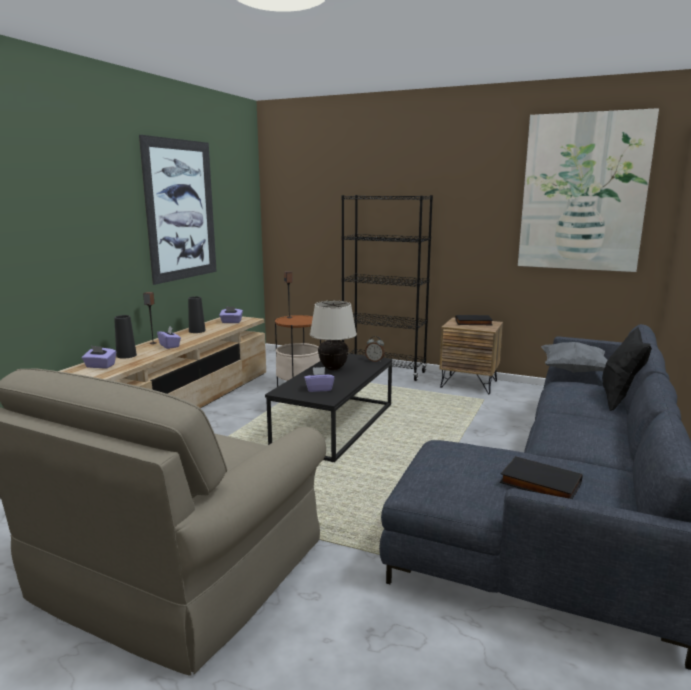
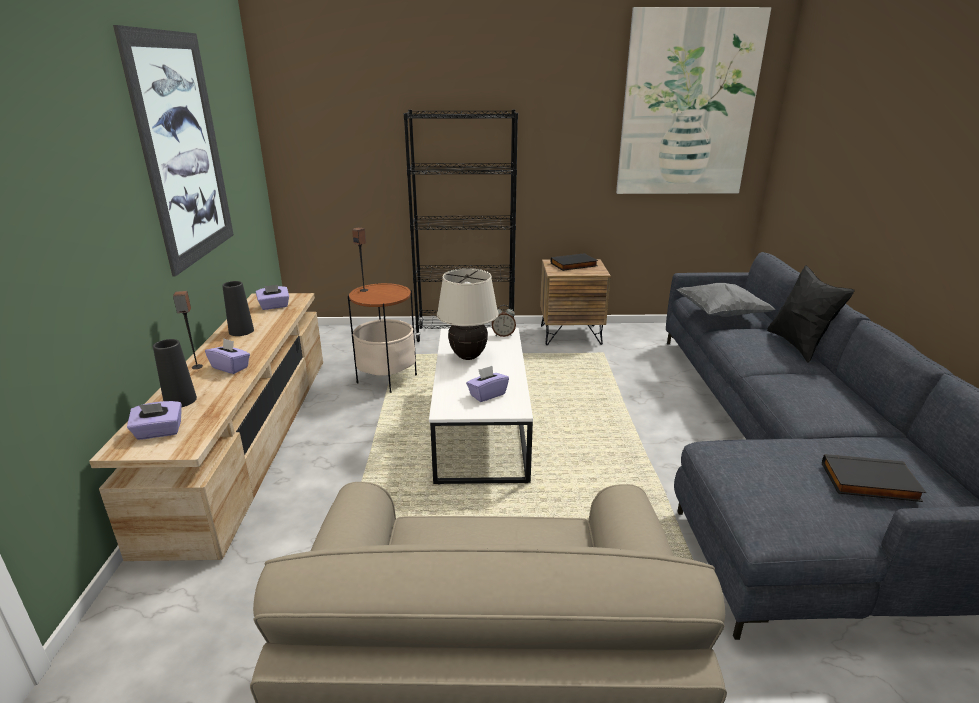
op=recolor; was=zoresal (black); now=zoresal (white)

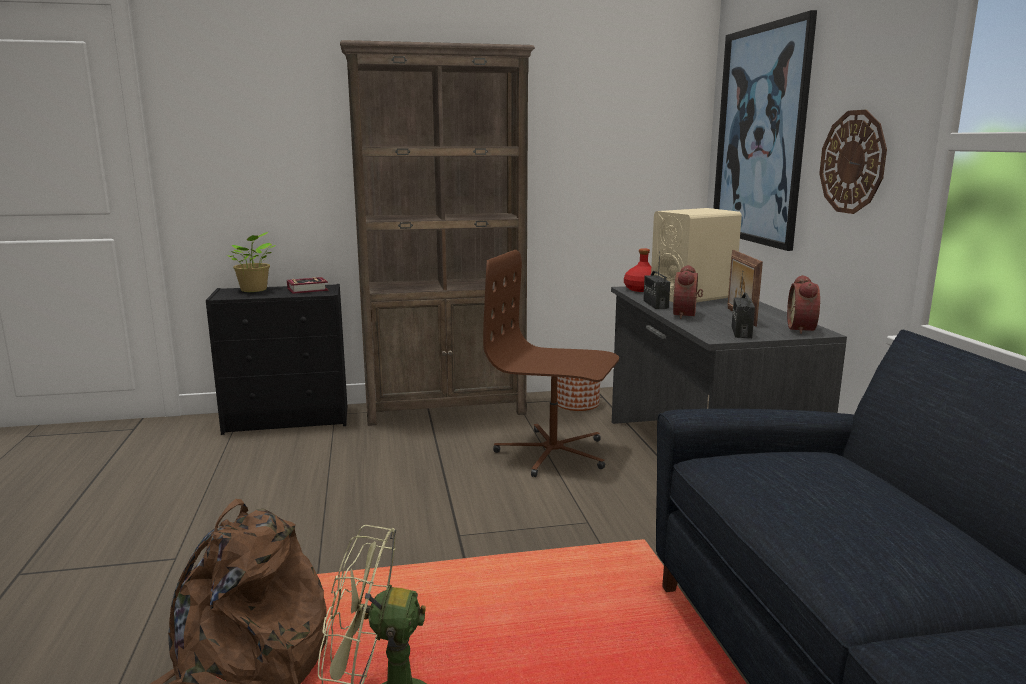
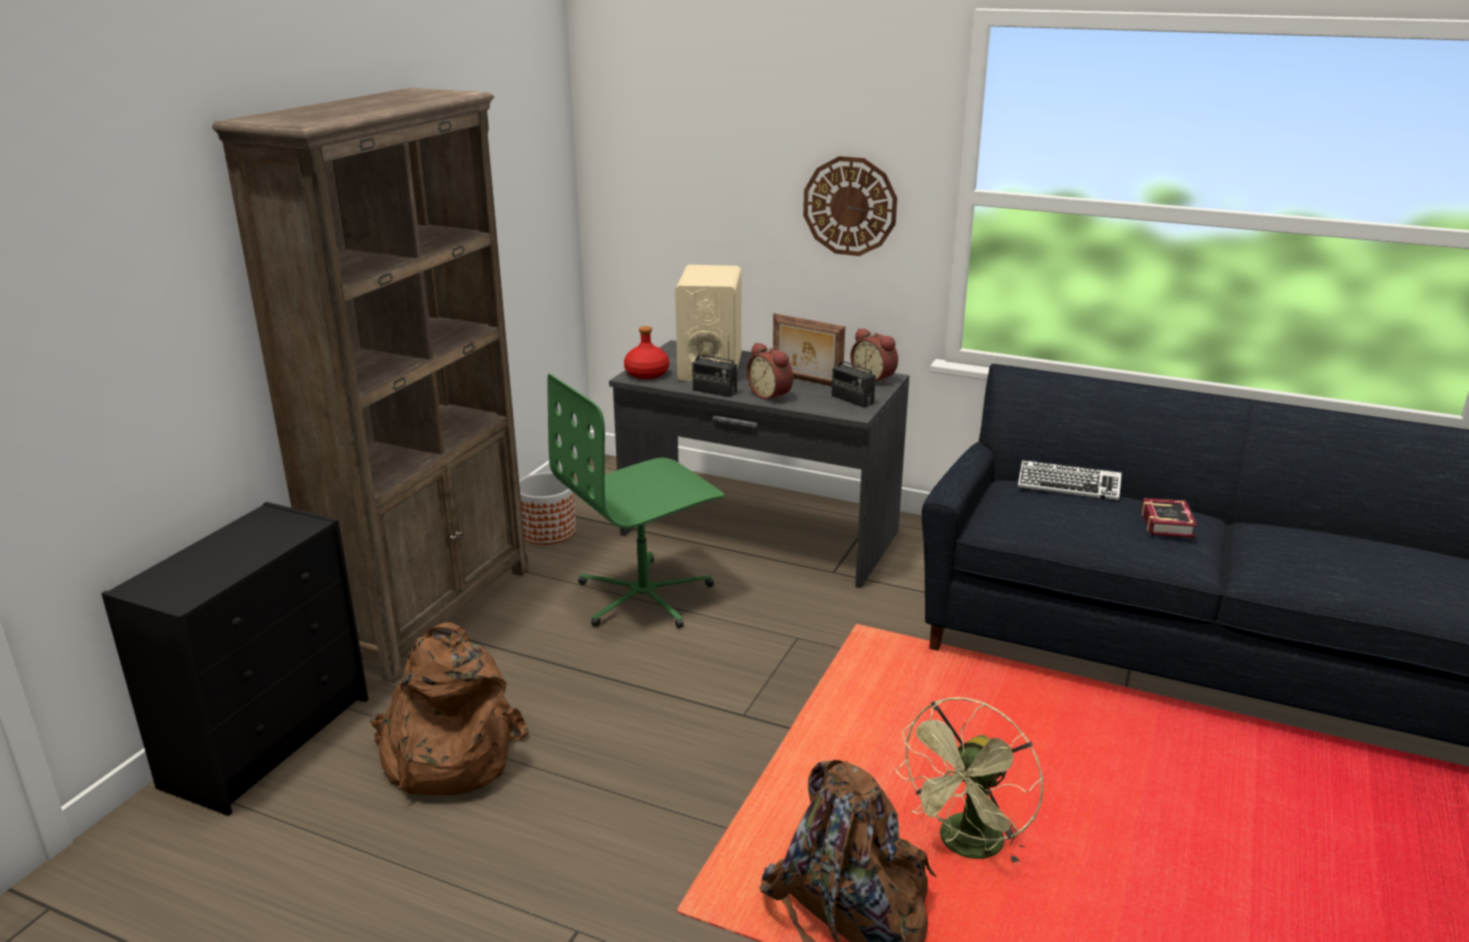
op=insert; now=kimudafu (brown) (1st from left)
op=recolor; was=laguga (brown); now=laguga (green)
op=insert; now=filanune
op=move; was=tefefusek
op=delete; was=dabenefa
op=delete; was=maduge

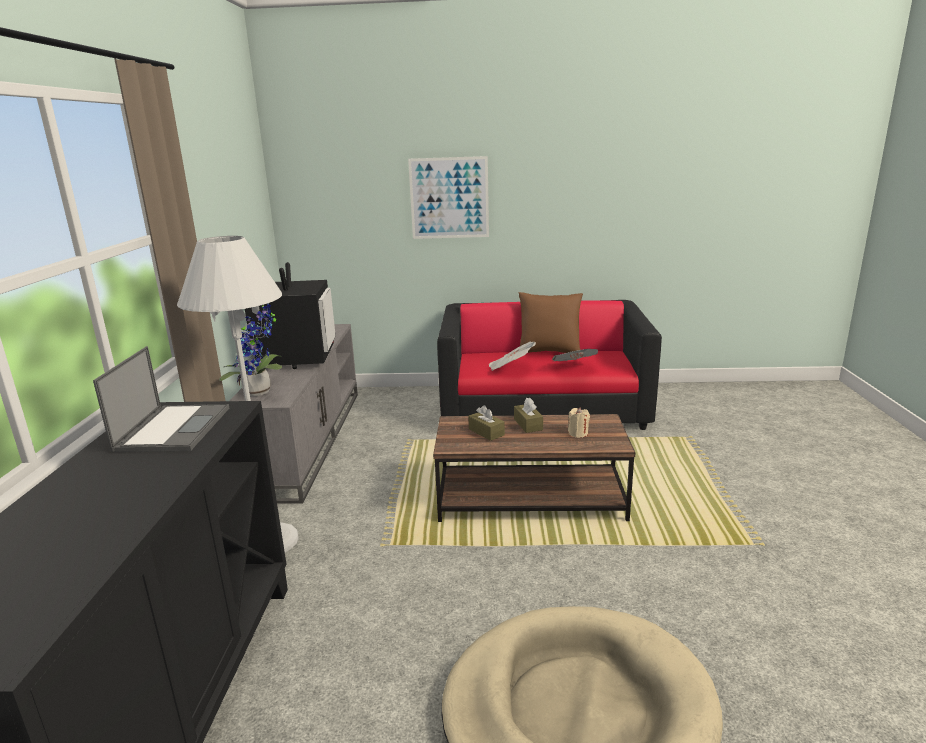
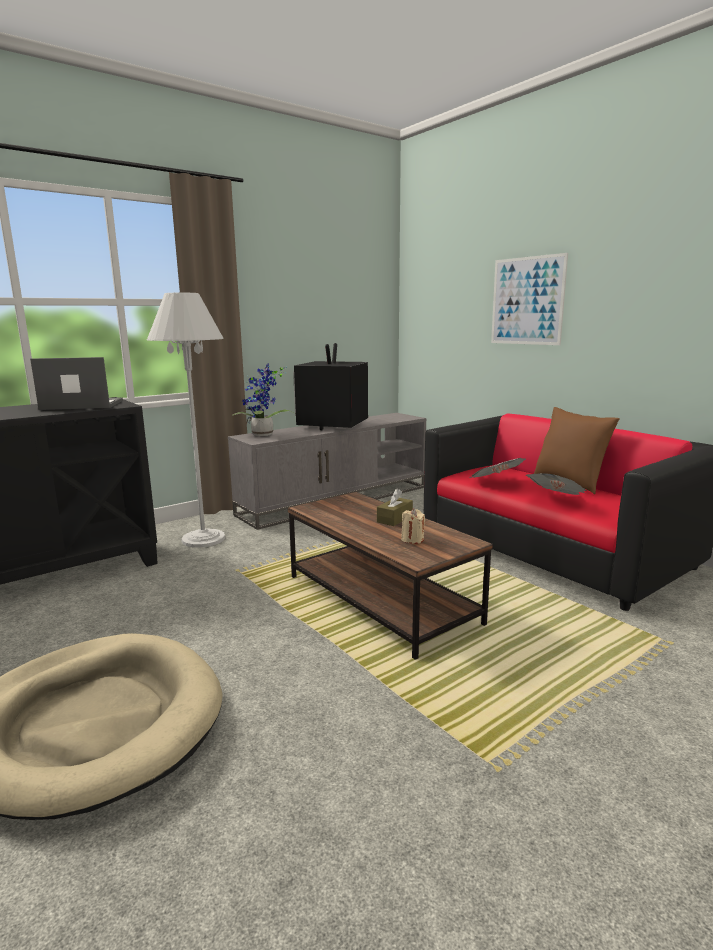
op=rotate; was=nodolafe; clockwise=-150
op=rotate; was=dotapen; clockwise=150
op=delete; was=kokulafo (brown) (1st from left)

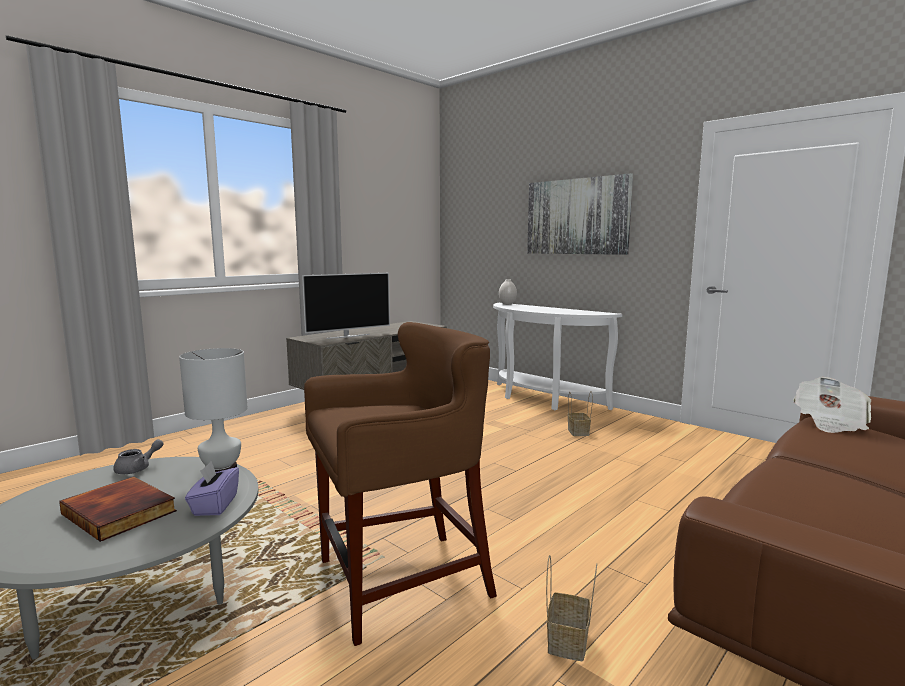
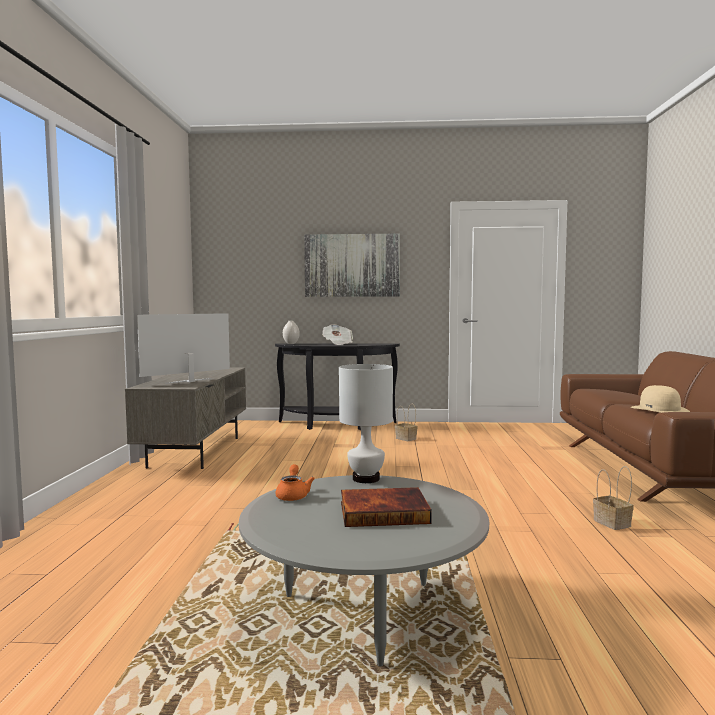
op=rotate; was=dotapen; clockwise=-150
op=recolor; was=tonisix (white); now=tonisix (black)
op=recolor; was=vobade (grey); now=vobade (orange)
op=move; was=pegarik
op=insert; now=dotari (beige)
op=delete; was=kokulafo (purple)
op=delete; was=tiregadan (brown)

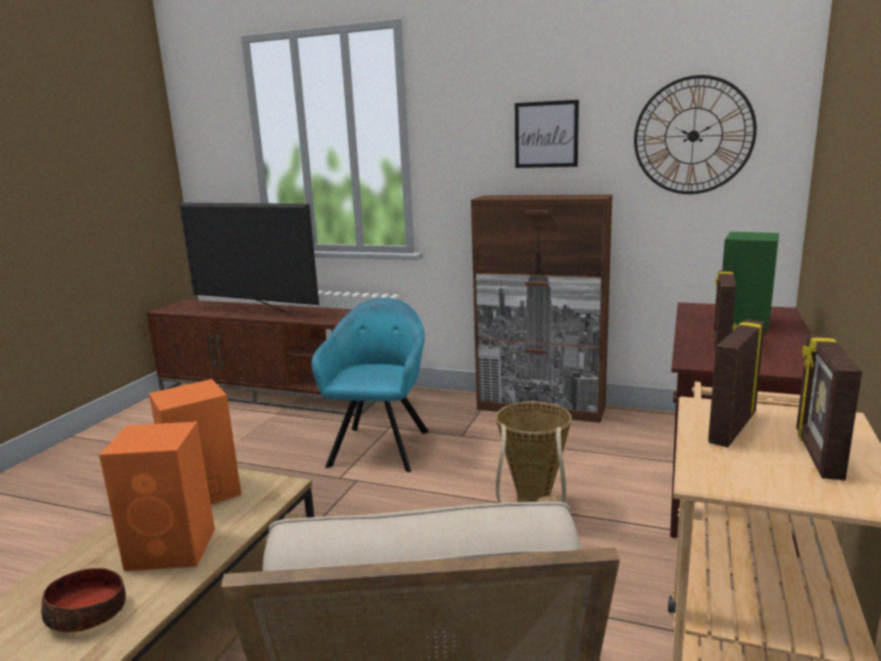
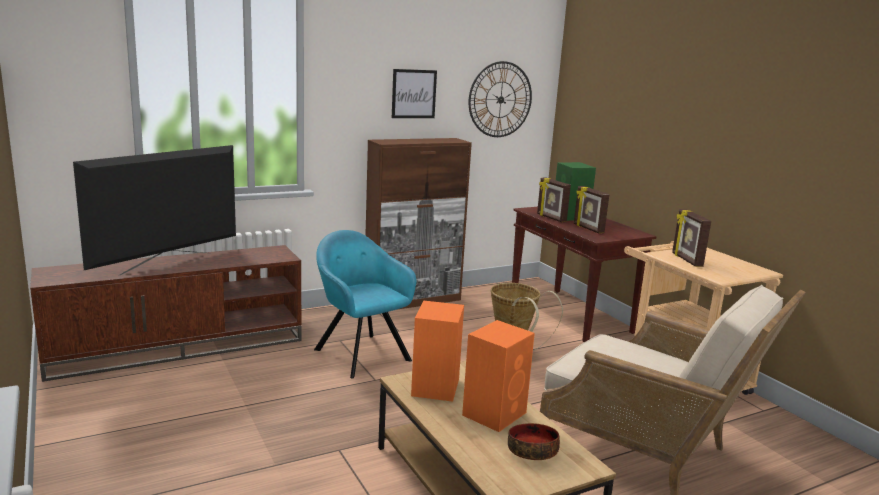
op=rotate; was=dotapen; clockwise=150
op=move; was=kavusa (3rd from left in the first image); now=kavusa (1st from left)

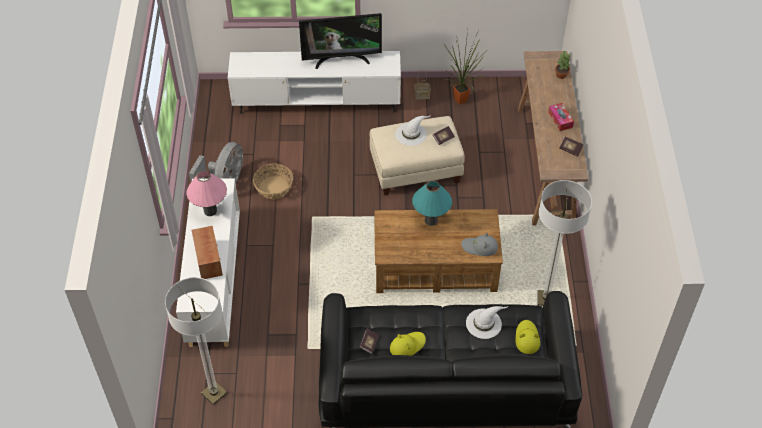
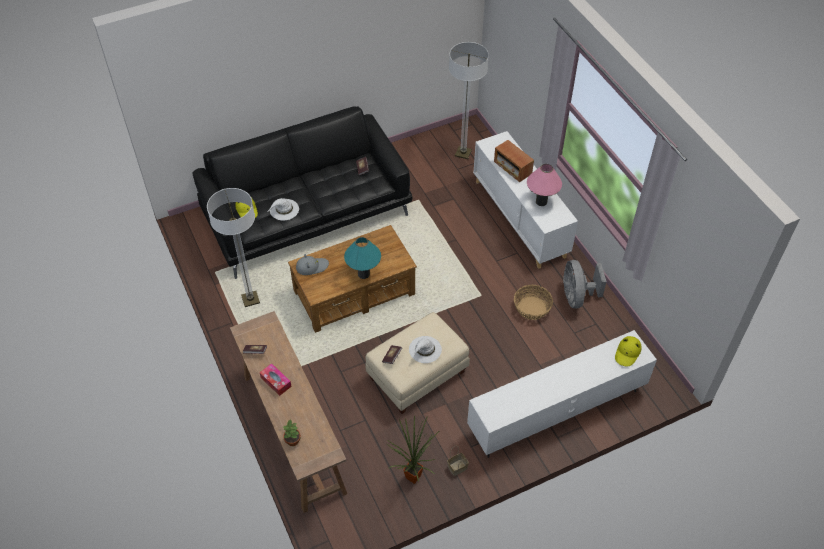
op=move; was=dotari (yellow) (1st from left in the first image); now=dotari (yellow) (2nd from left)
op=delete; was=dotapen

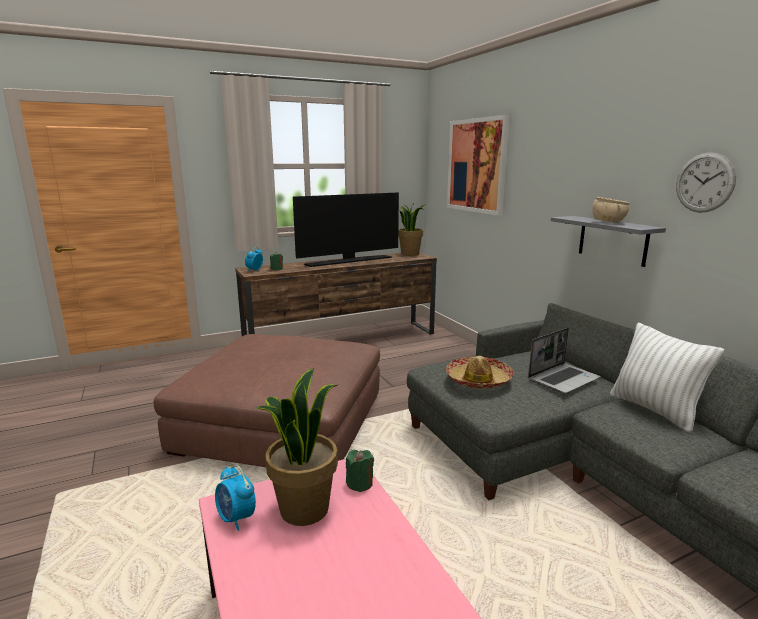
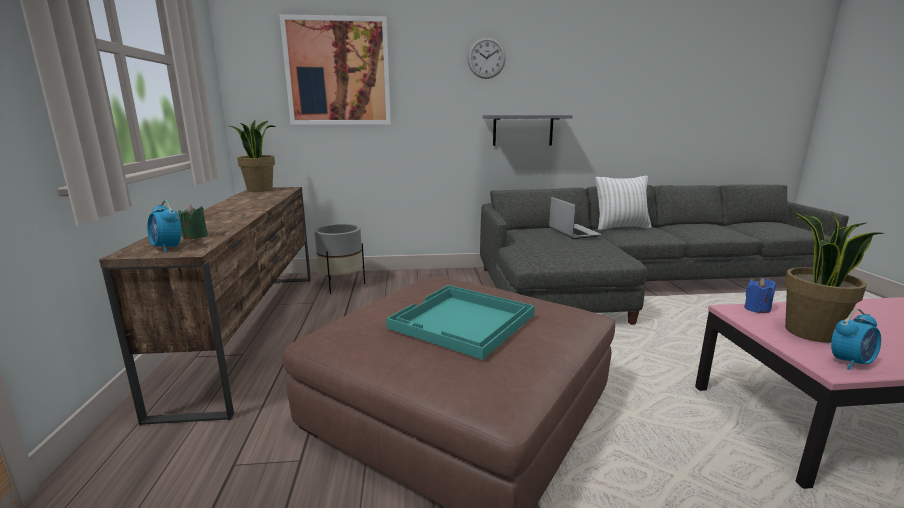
op=insert; now=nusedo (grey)
op=insert; now=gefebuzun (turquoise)
op=move; was=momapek
op=recolor; was=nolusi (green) (2nd from left); now=nolusi (blue)
op=delete; was=dotapen
op=delete; was=dotari
op=delete; was=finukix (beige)

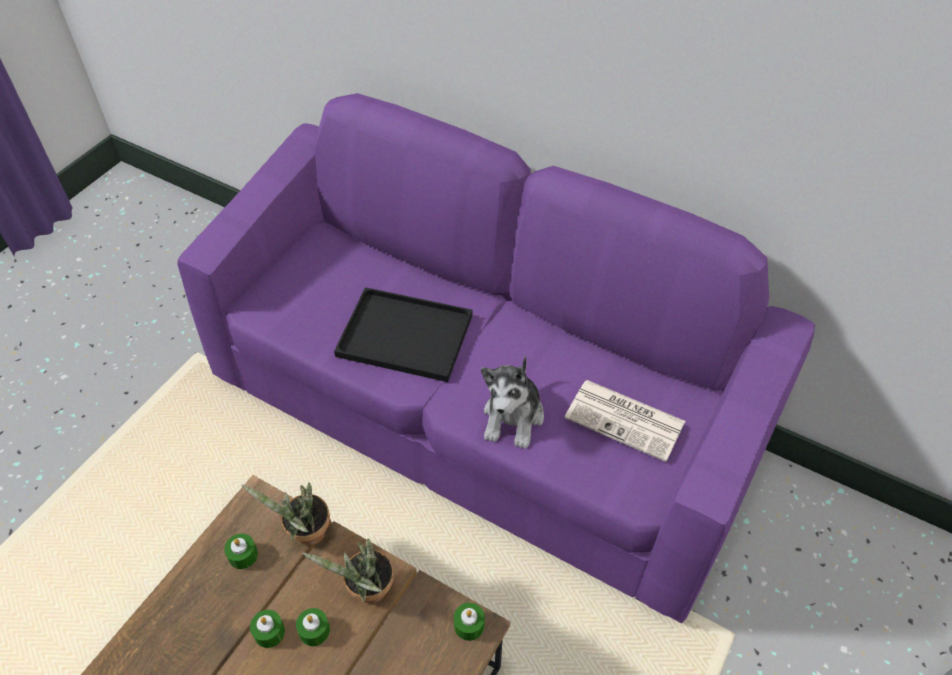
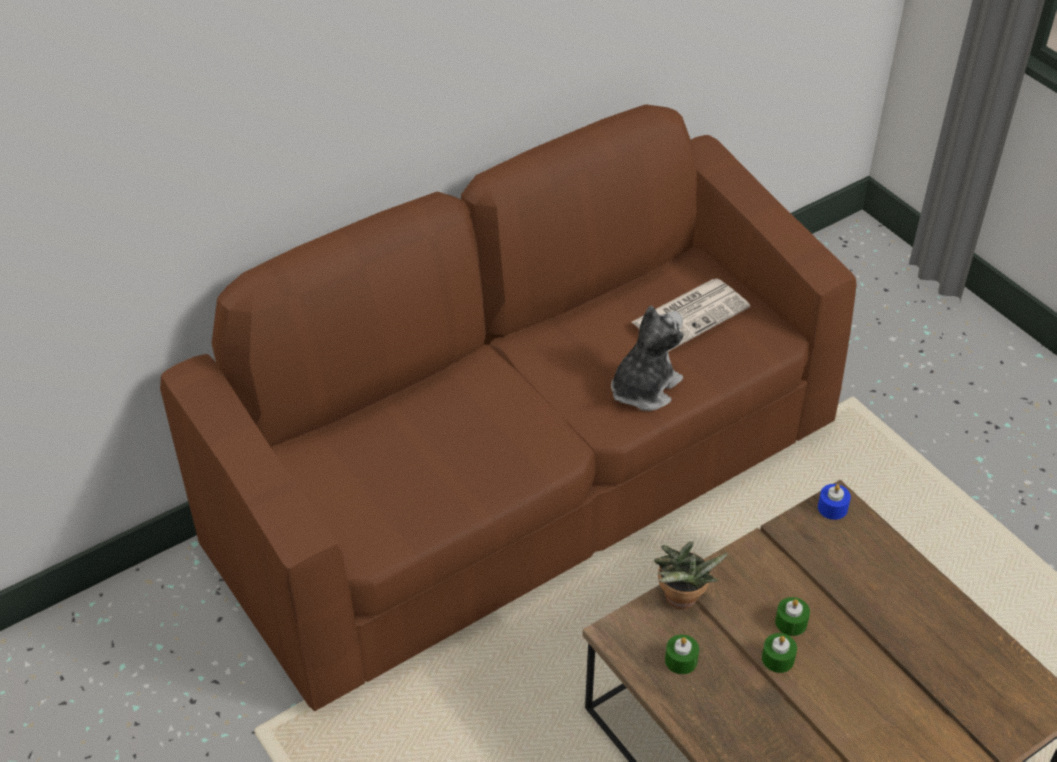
op=recolor; was=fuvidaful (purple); now=fuvidaful (brown)
op=rotate; was=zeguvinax; clockwise=-90
op=recolor; was=nolusi (green) (4th from left); now=nolusi (blue)
op=delete; was=dabenefa (2nd from left)
op=delete; was=gefebuzun (black)

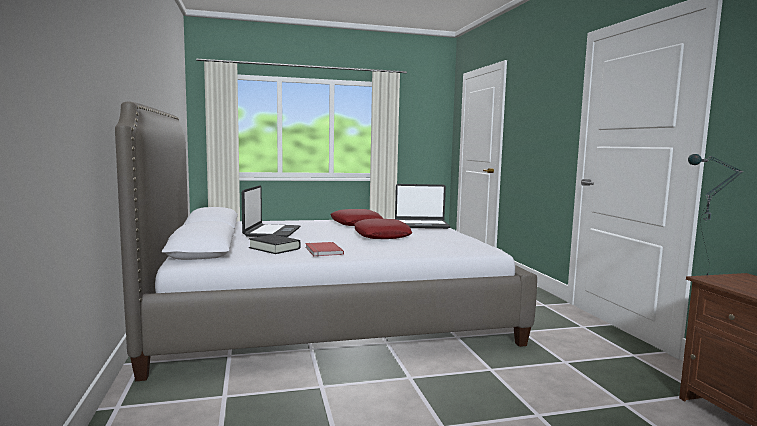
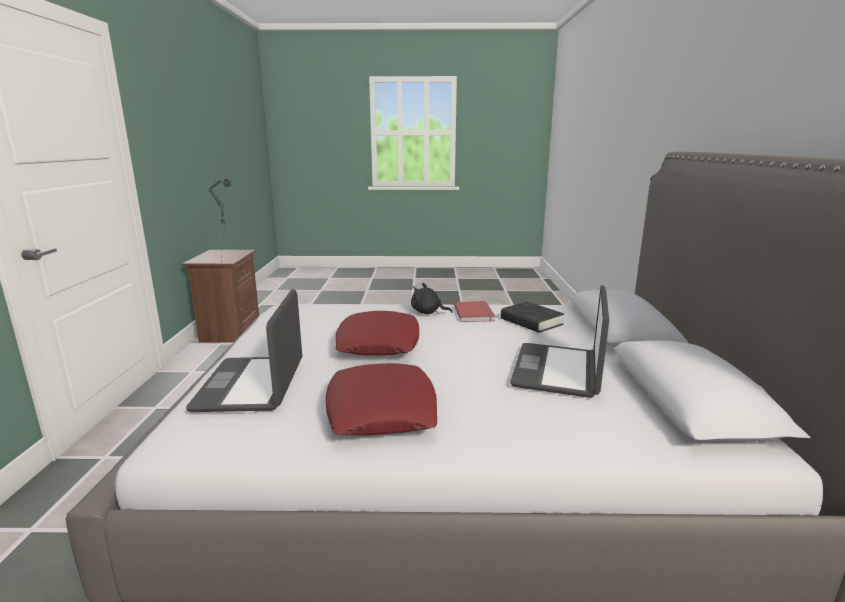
op=rotate; was=nodolafe (2nd from left in the first image); clockwise=-105
op=insert; now=zeguvinax (black)

